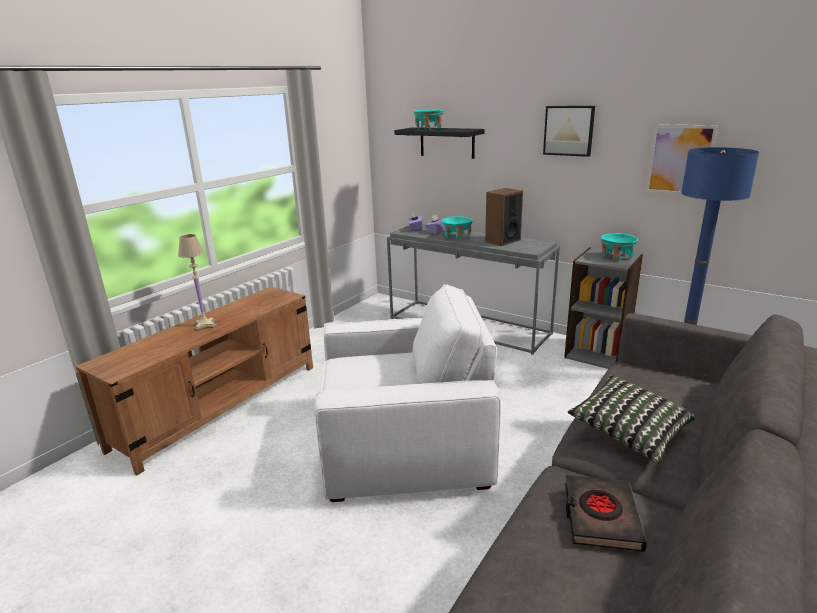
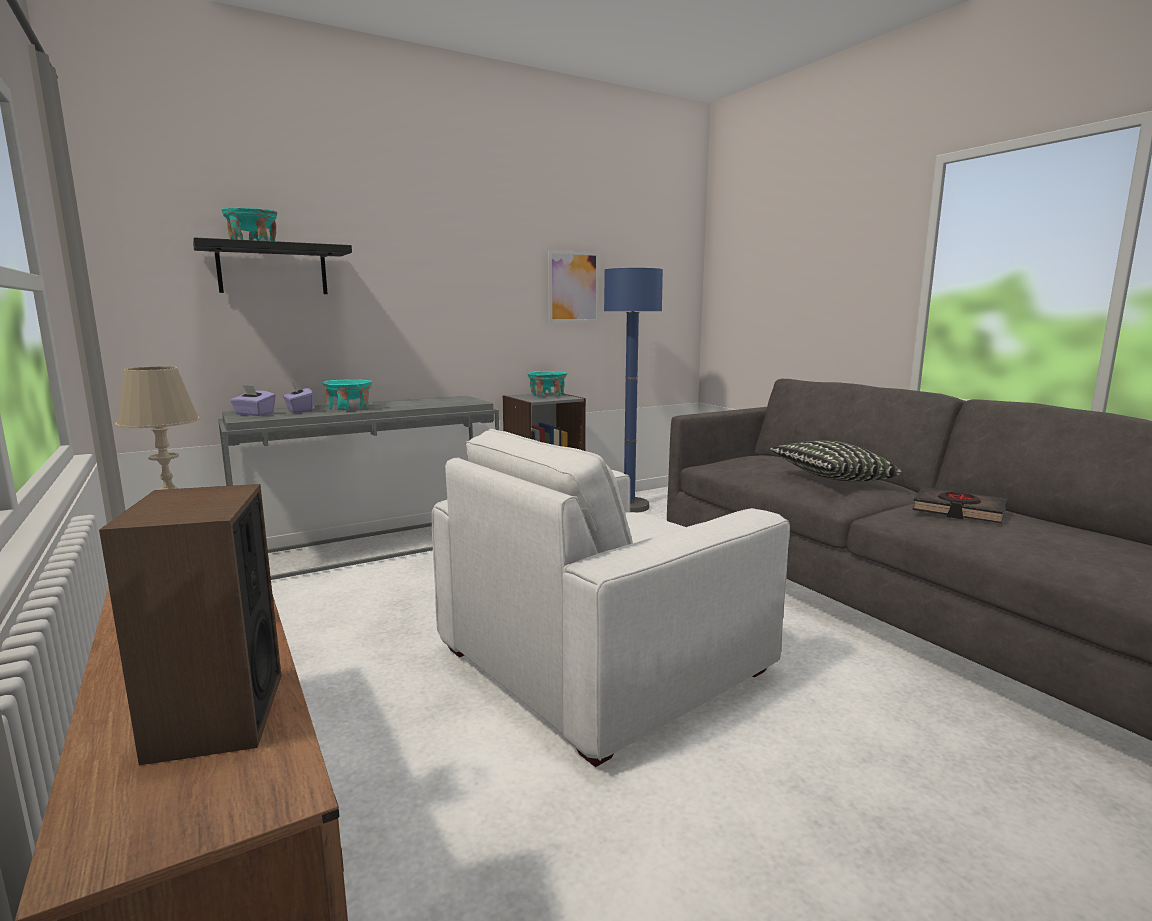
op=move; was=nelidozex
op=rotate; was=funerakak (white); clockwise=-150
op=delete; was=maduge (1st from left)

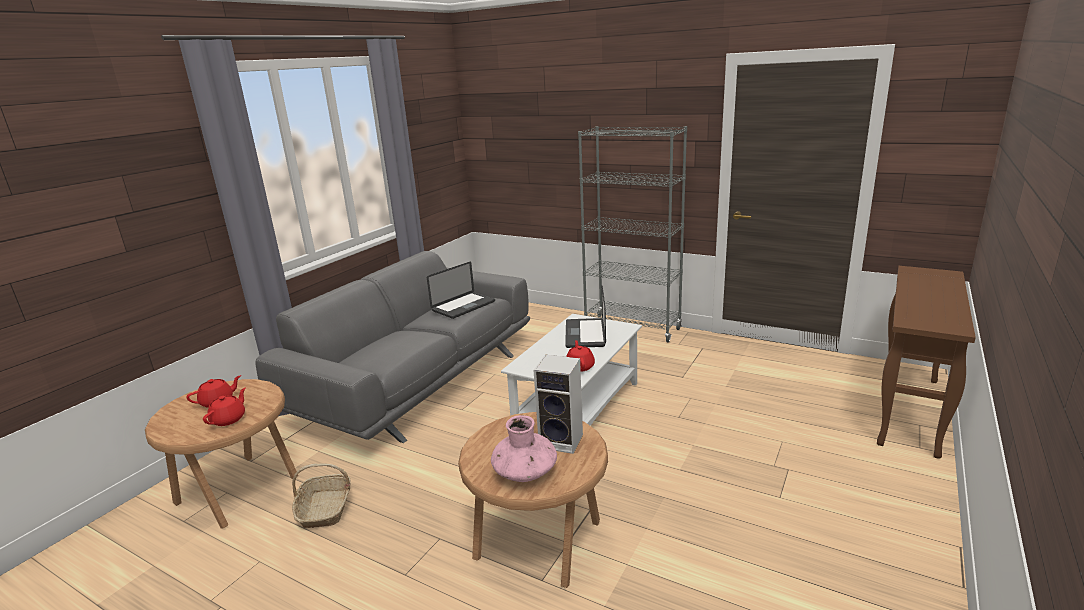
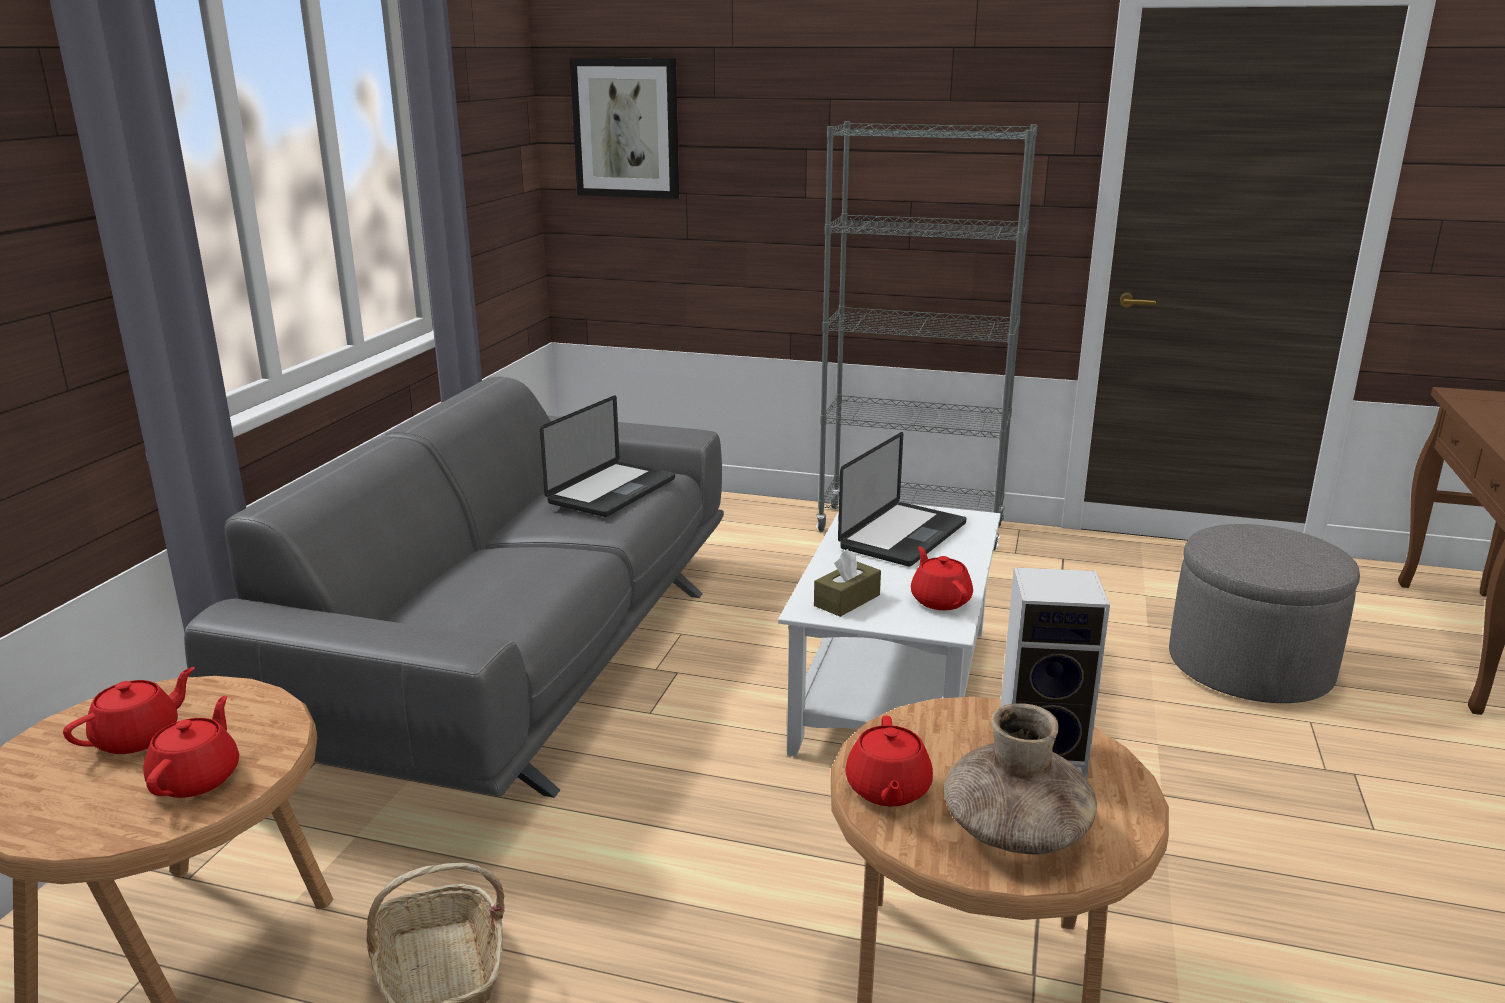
op=insert; now=maduge
op=insert; now=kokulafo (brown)
op=rotate; was=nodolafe (2nd from left); clockwise=-135
op=insert; now=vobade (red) (3rd from left)
op=recolor; was=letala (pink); now=letala (brown)
op=insert; now=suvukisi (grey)

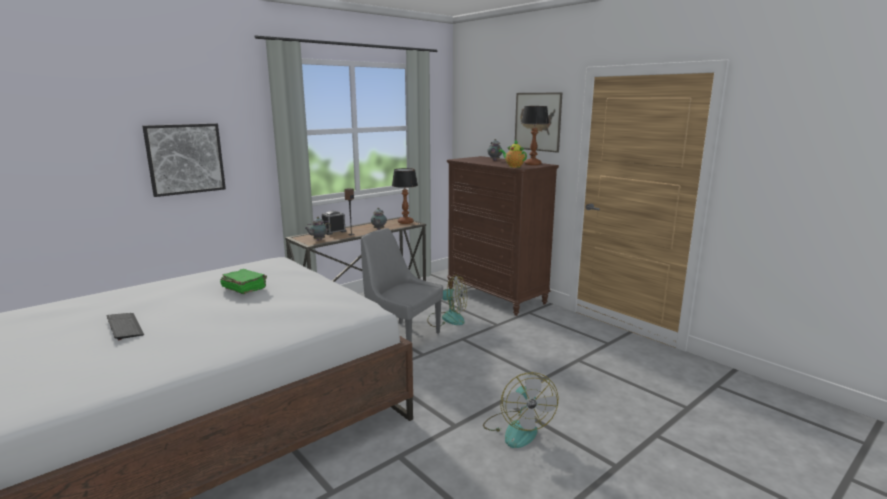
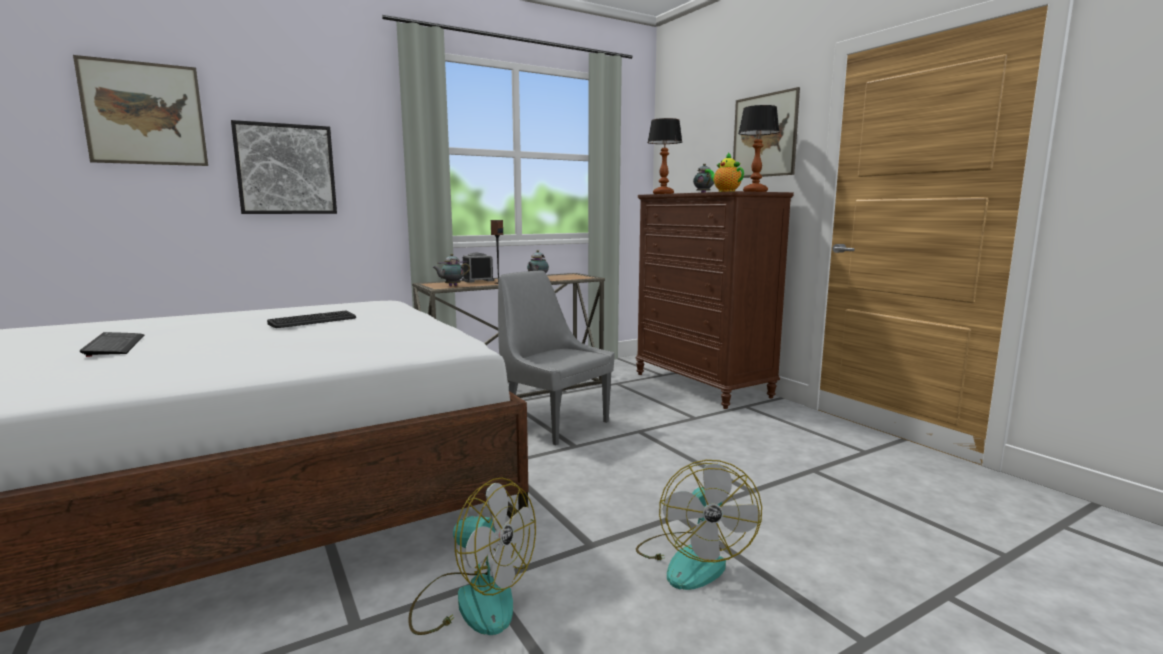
op=insert; now=maduge (1st from left)
op=replace; was=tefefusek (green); now=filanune (2nd from left)
op=move; was=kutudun (1st from left)
op=move; was=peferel (1st from left)

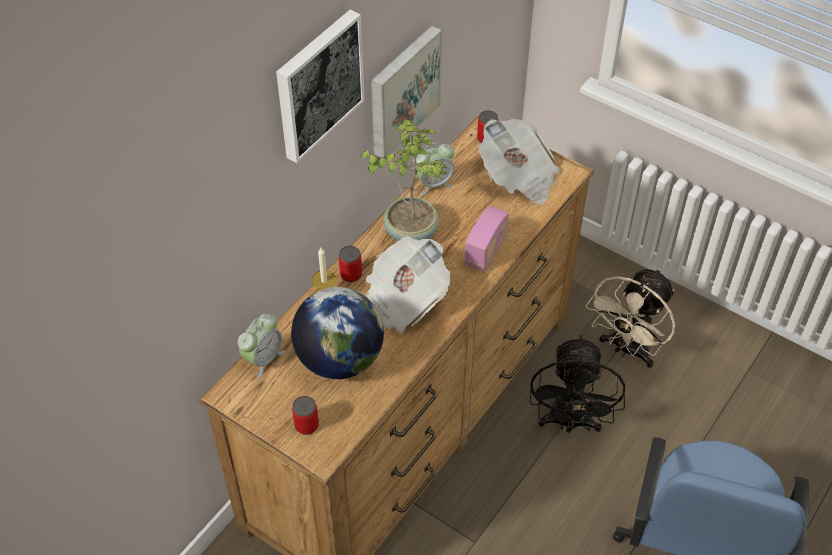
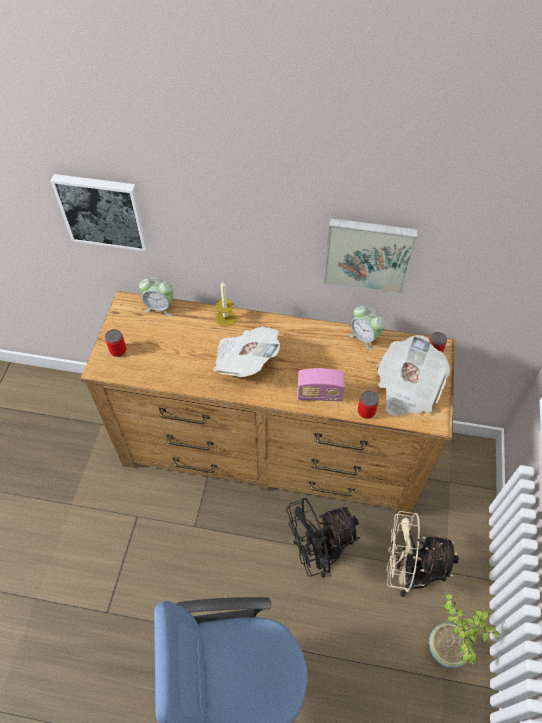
op=move; was=maduge (1st from left)
op=move; was=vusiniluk (2nd from left)
op=move; was=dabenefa
op=delete; was=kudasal

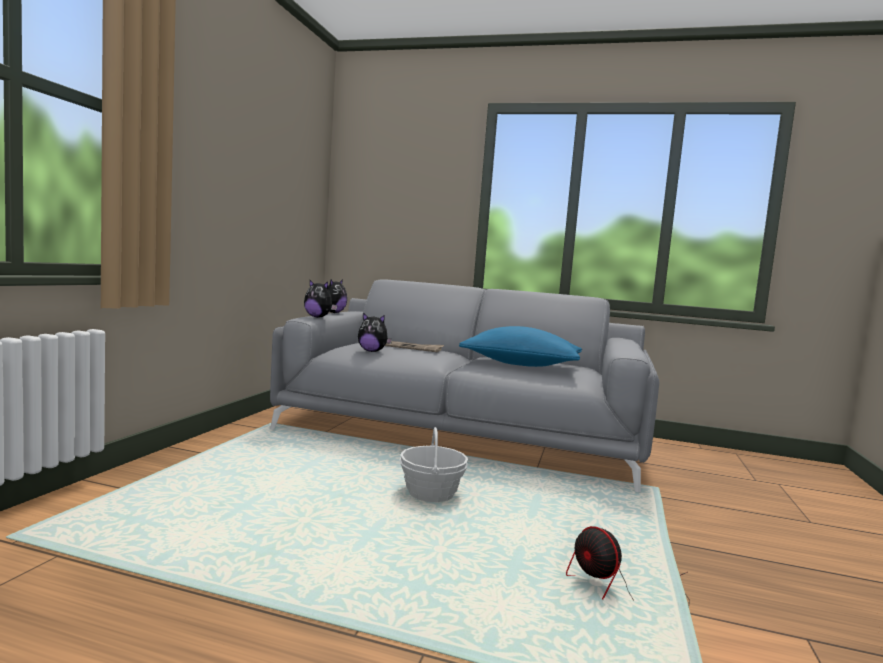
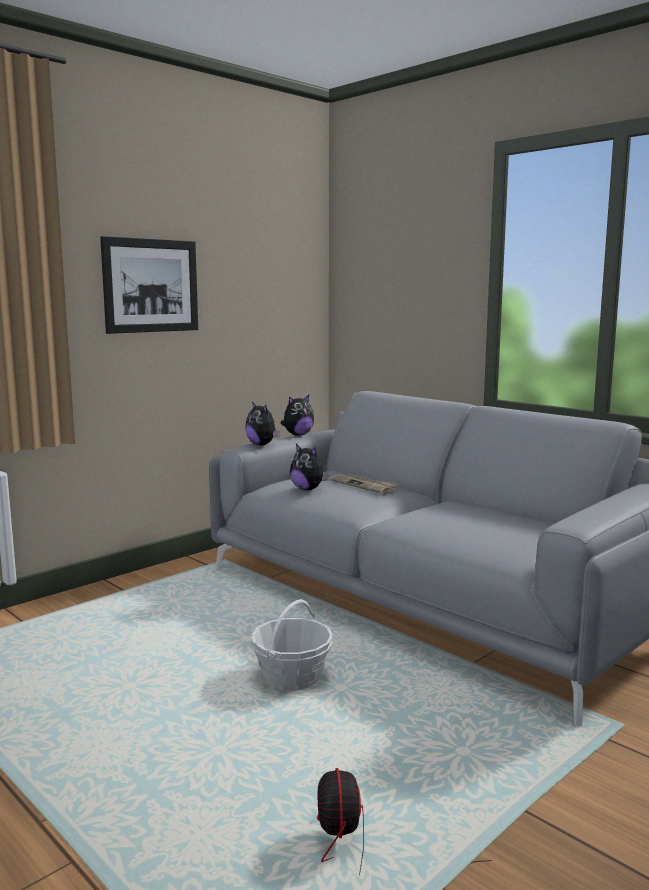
op=insert; now=maduge
op=delete; was=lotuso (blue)

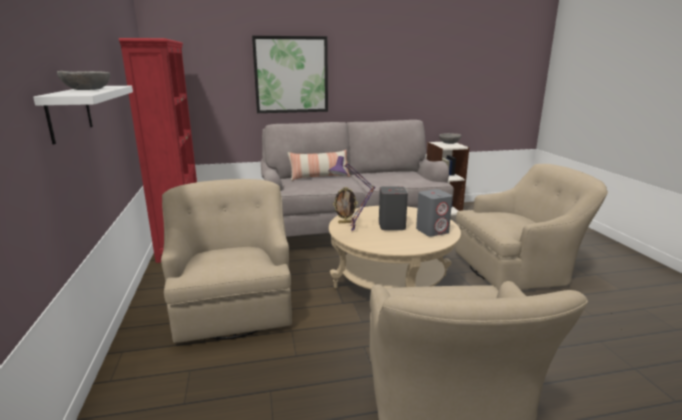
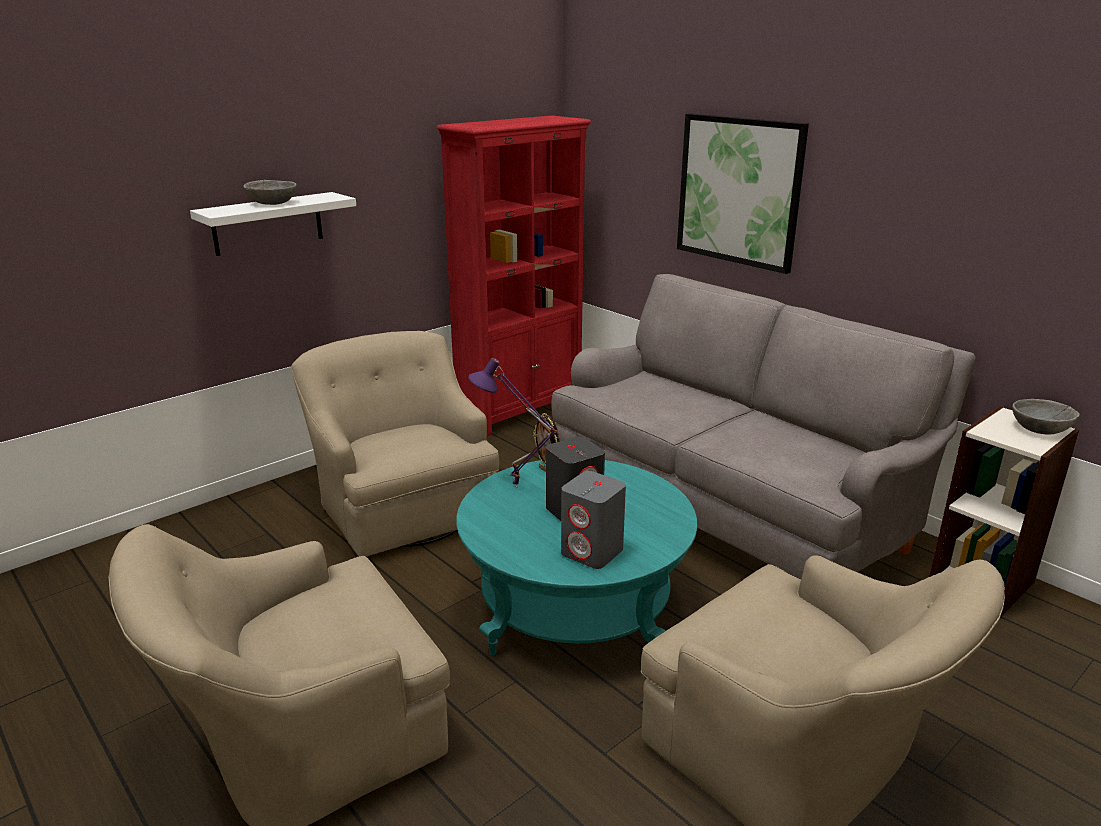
op=rotate; was=funerakak (beige) (1st from left in the first image); clockwise=-75
op=recolor; was=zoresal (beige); now=zoresal (turquoise)
op=delete; was=lotuso

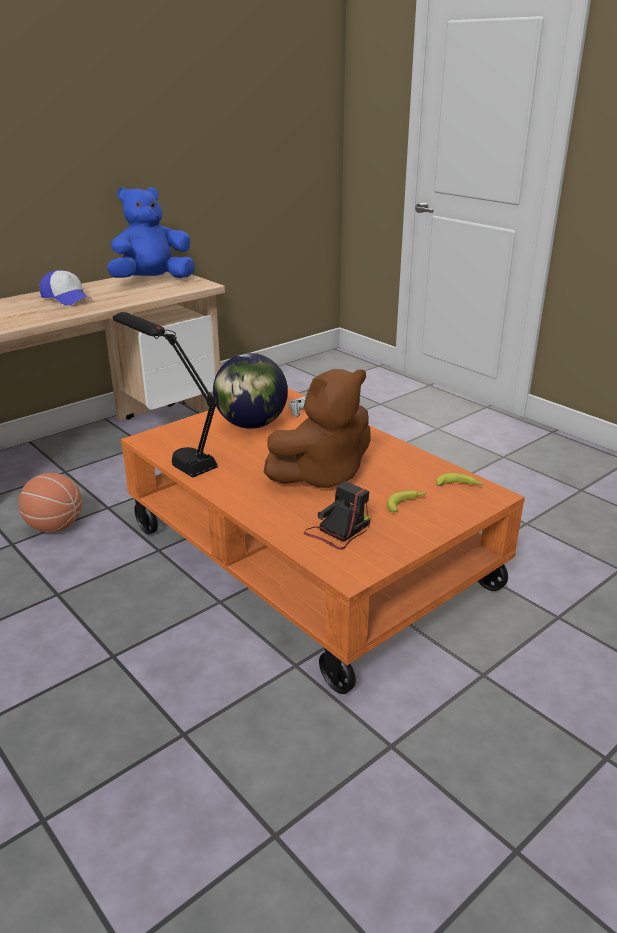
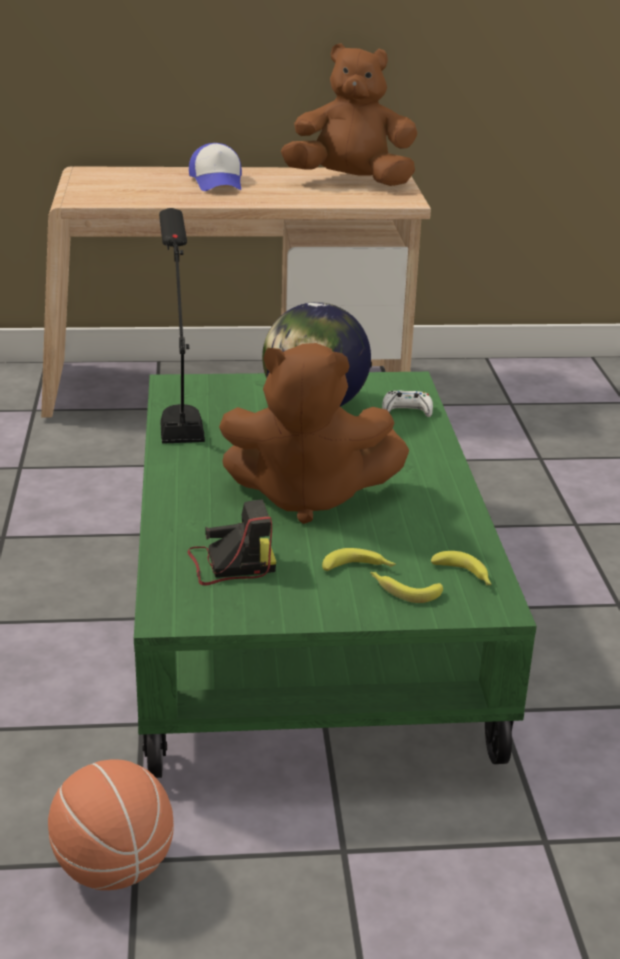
op=move; was=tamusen
op=recolor; was=zoresal (orange); now=zoresal (green)
op=recolor; was=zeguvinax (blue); now=zeguvinax (brown) (2nd from left)
op=insert; now=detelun (2nd from left)

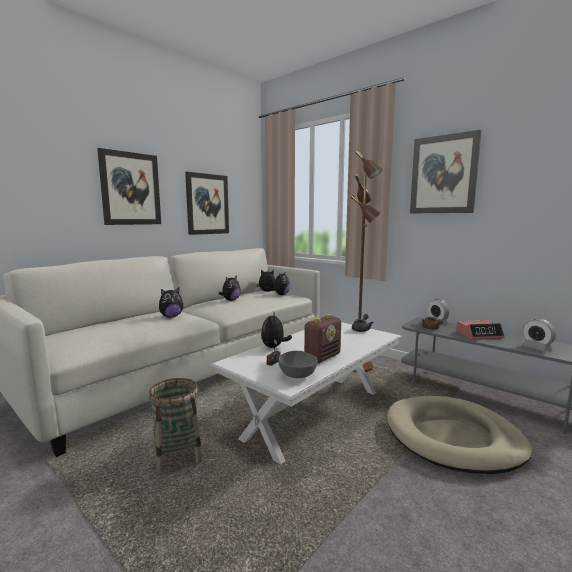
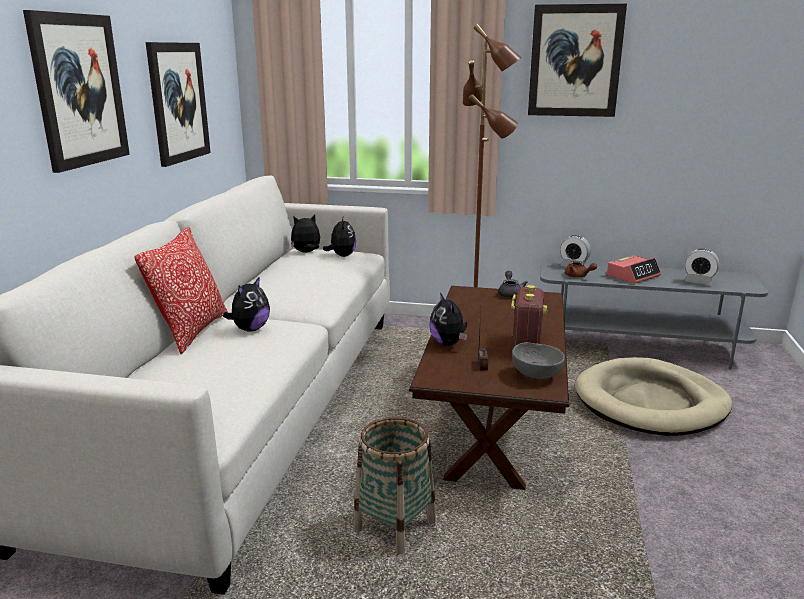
op=insert; now=lotuso
op=recolor; was=zoresal (white); now=zoresal (brown)
op=delete; was=zeguvinax (2nd from left)

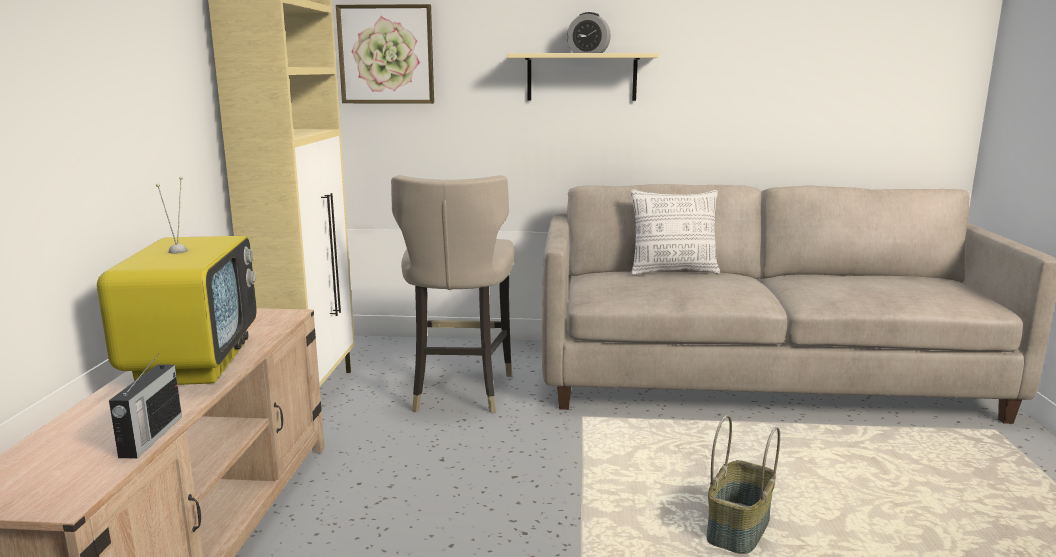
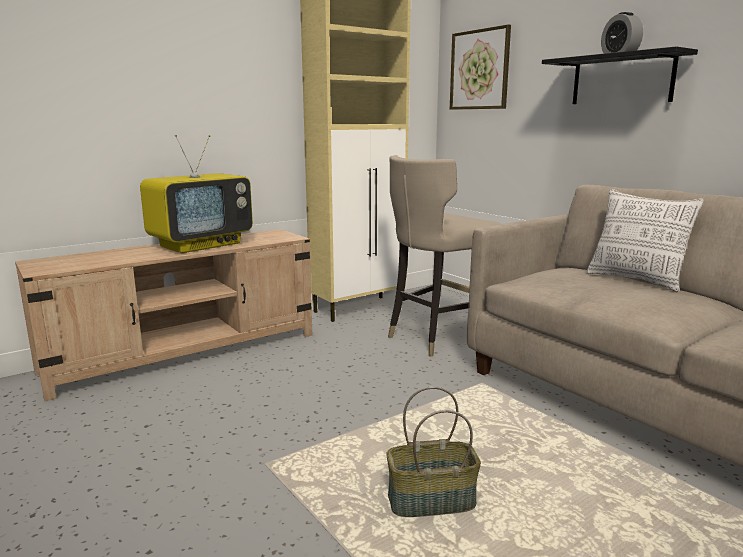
op=recolor; was=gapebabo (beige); now=gapebabo (black)
op=delete; was=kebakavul

